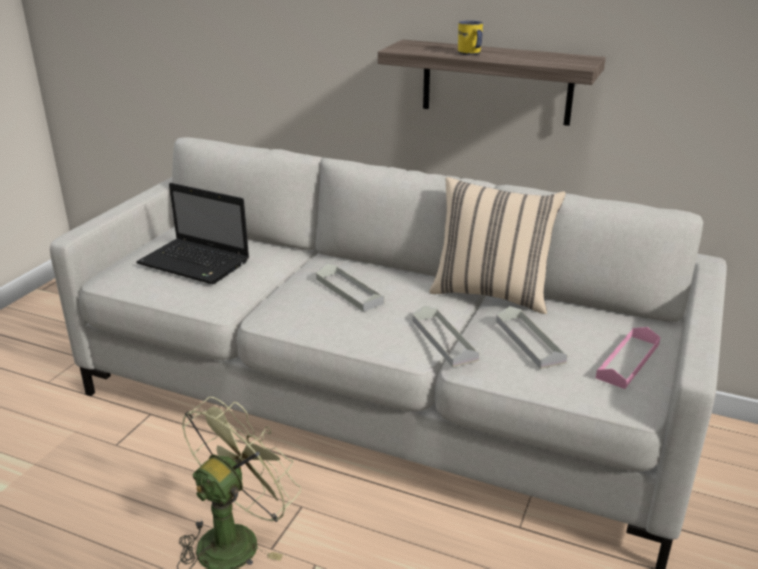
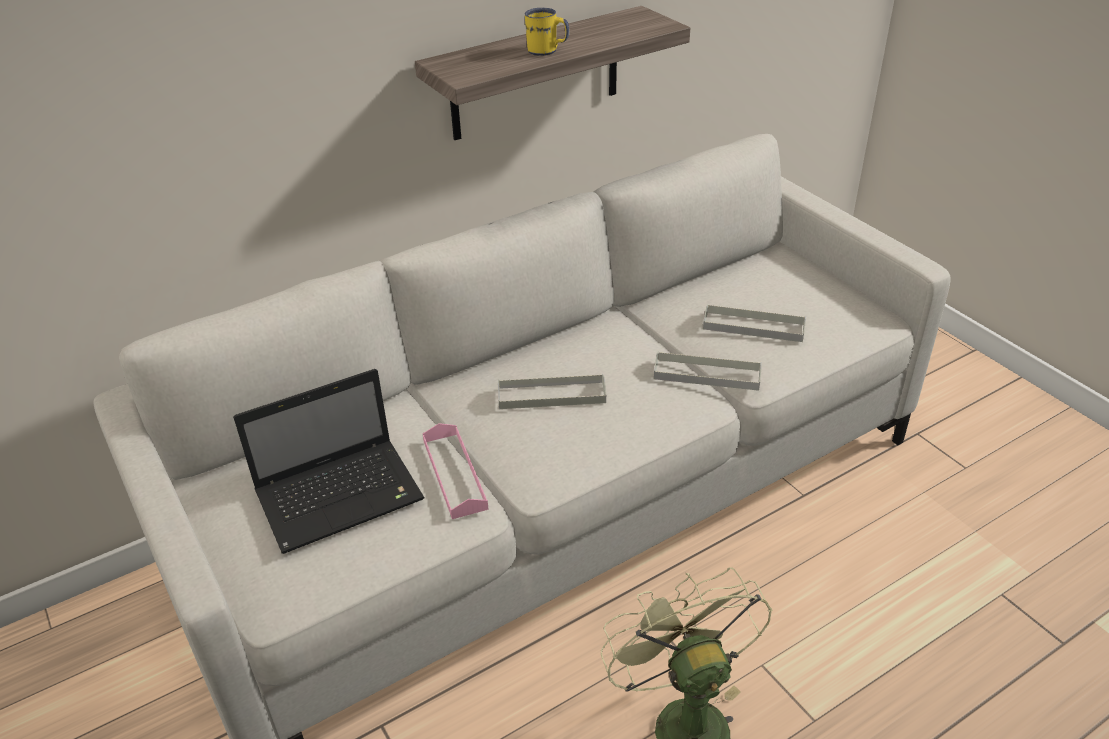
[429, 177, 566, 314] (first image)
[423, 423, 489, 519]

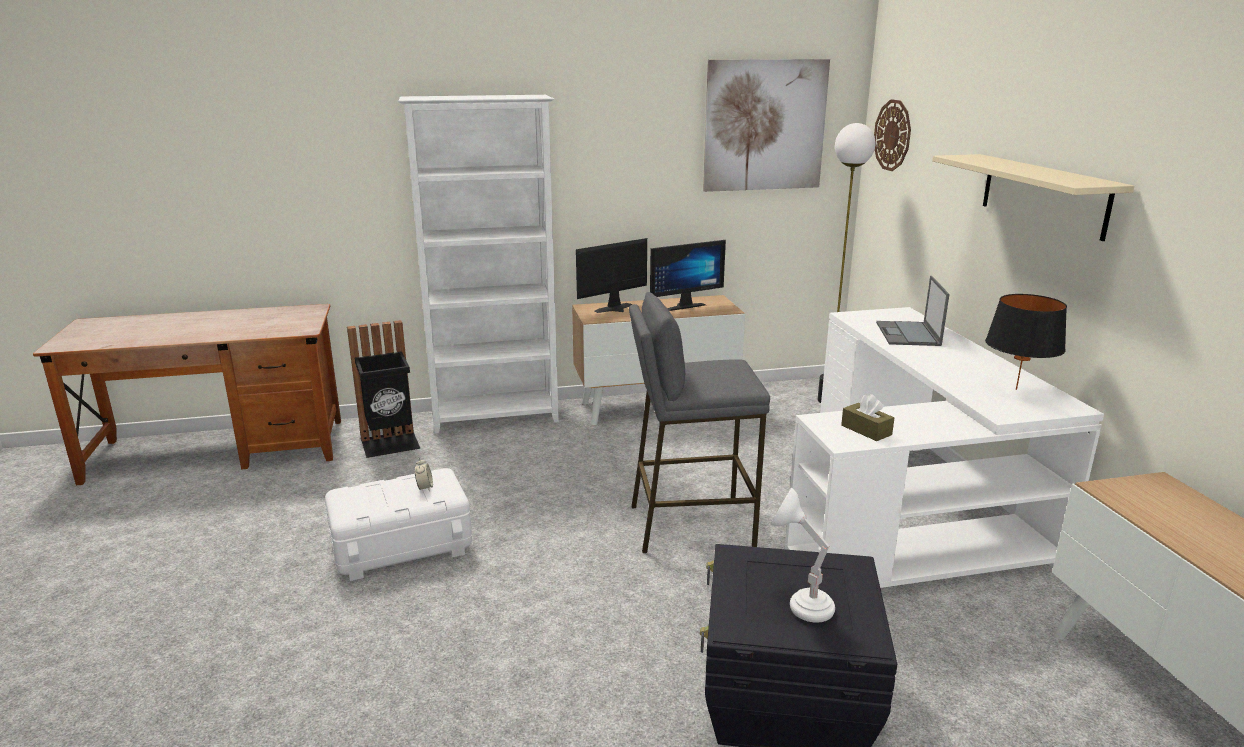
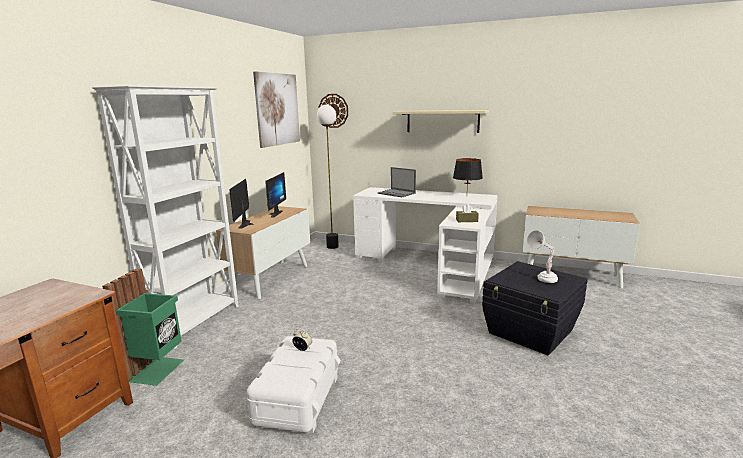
[629, 292, 770, 553] (first image)
[102, 268, 184, 386]

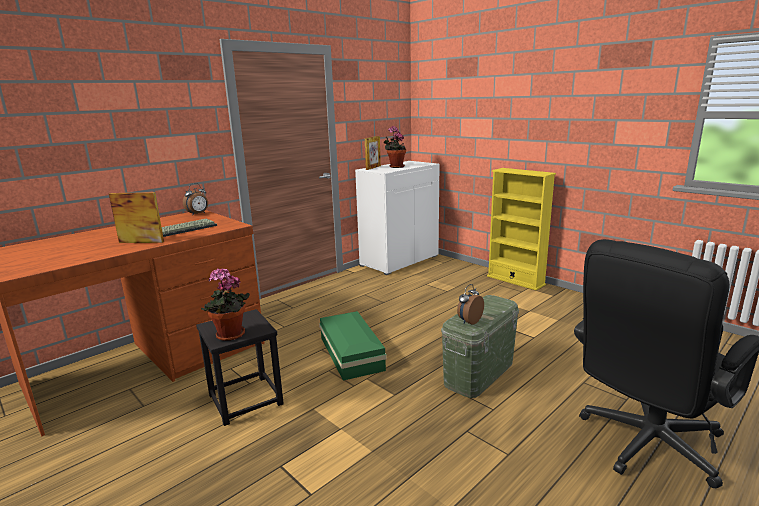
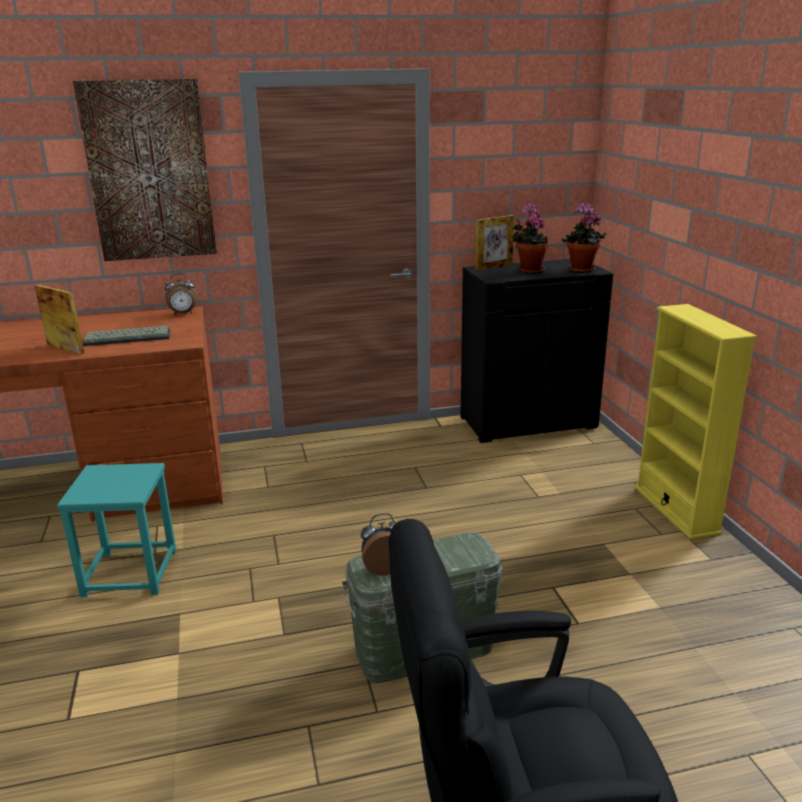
[460, 259, 613, 443]
[562, 203, 606, 273]
[57, 463, 176, 597]
[319, 311, 387, 381] (first image)
[73, 79, 217, 261]

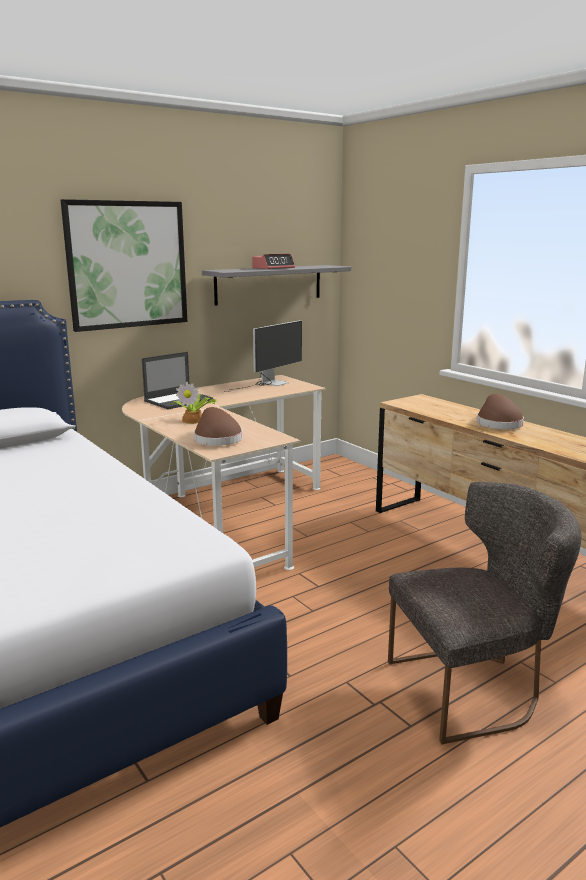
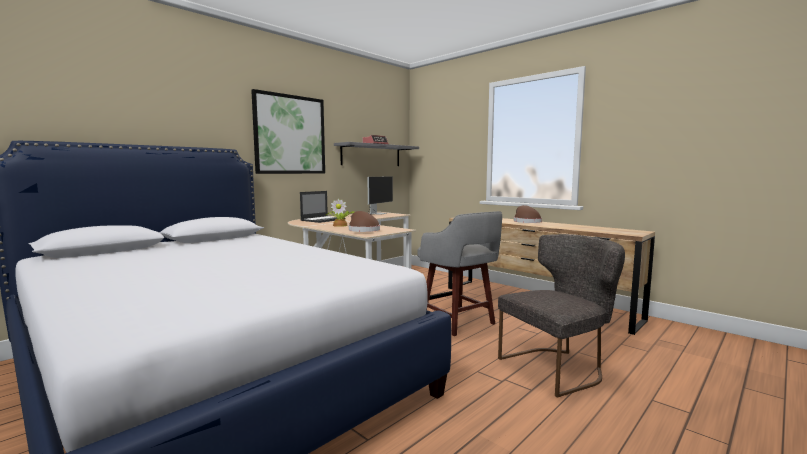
[417, 211, 502, 336]

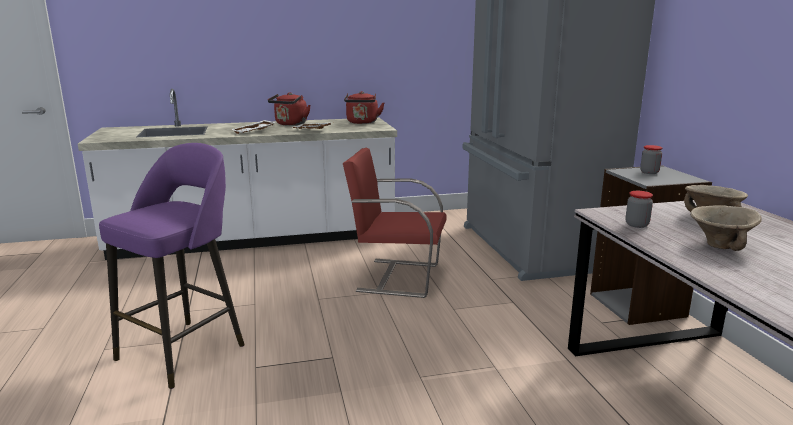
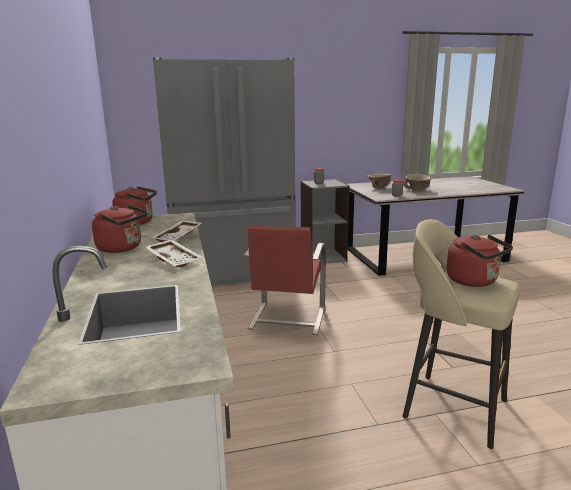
[402, 219, 520, 449]
[446, 235, 513, 287]

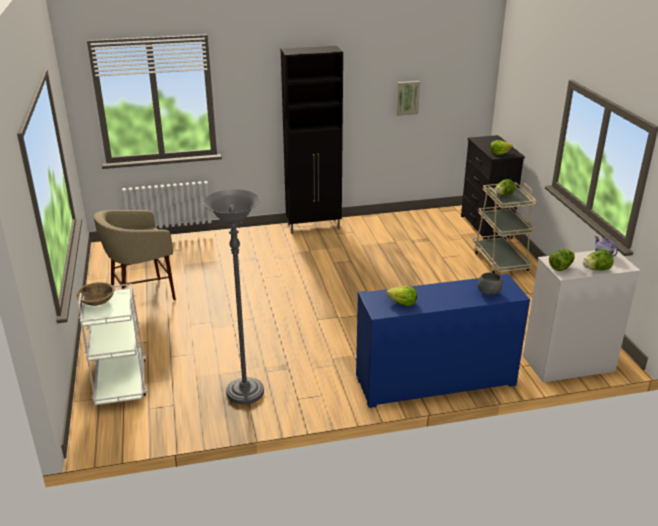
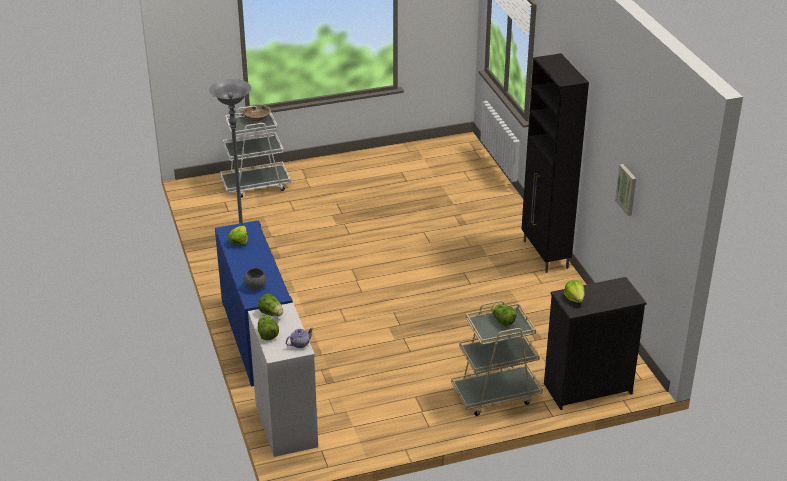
[94, 210, 176, 300] (first image)

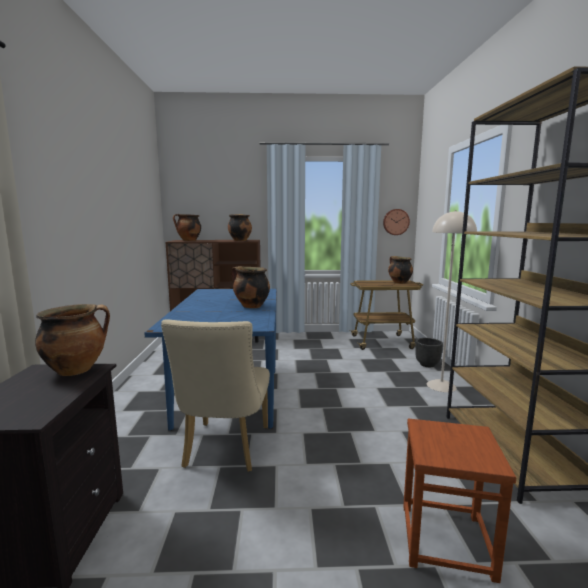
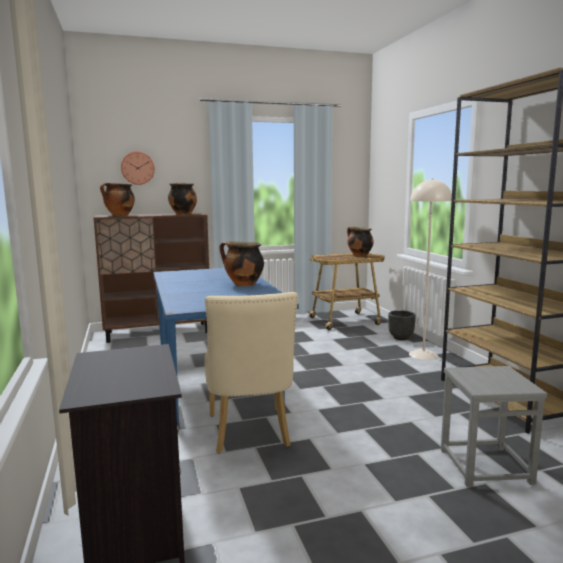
[121, 152, 155, 185]
[35, 304, 110, 376] (first image)
[441, 366, 547, 487]

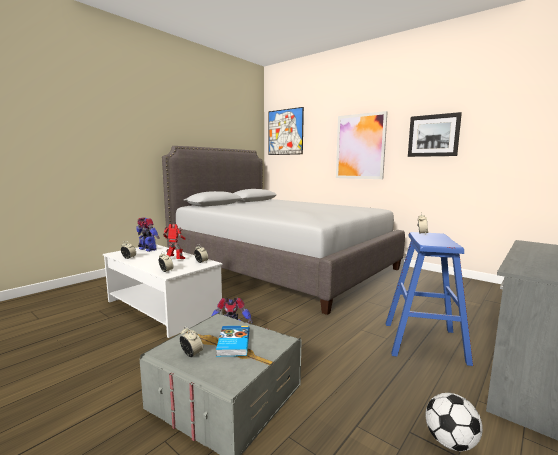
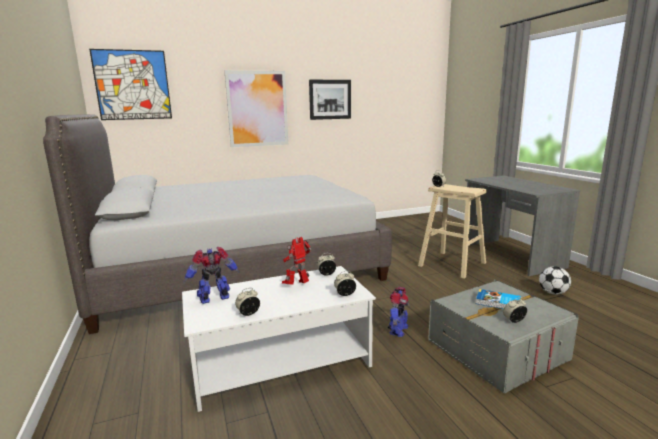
[418, 184, 487, 279]

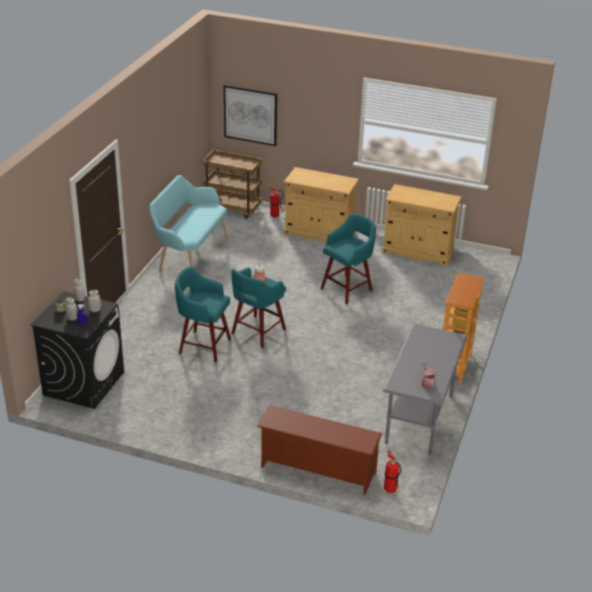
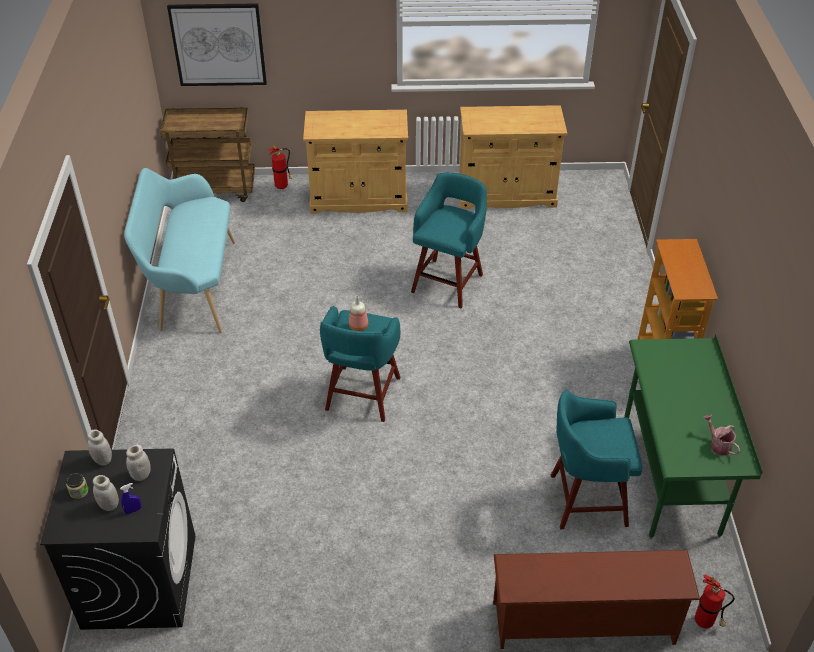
[551, 390, 643, 529]
[624, 334, 763, 539]

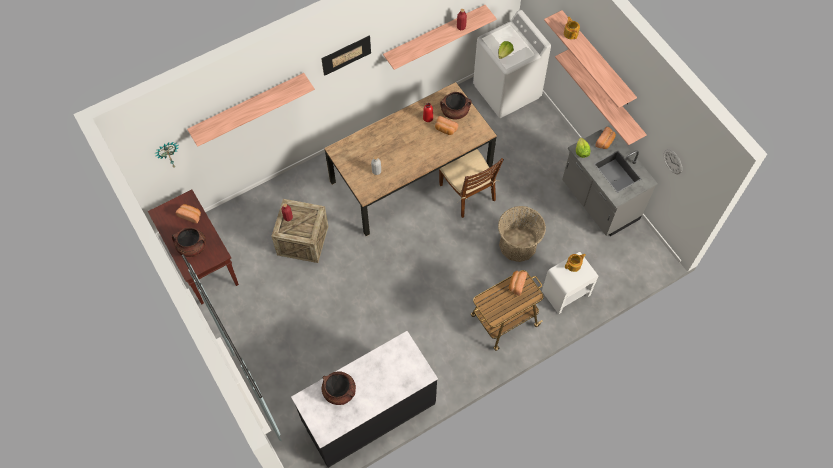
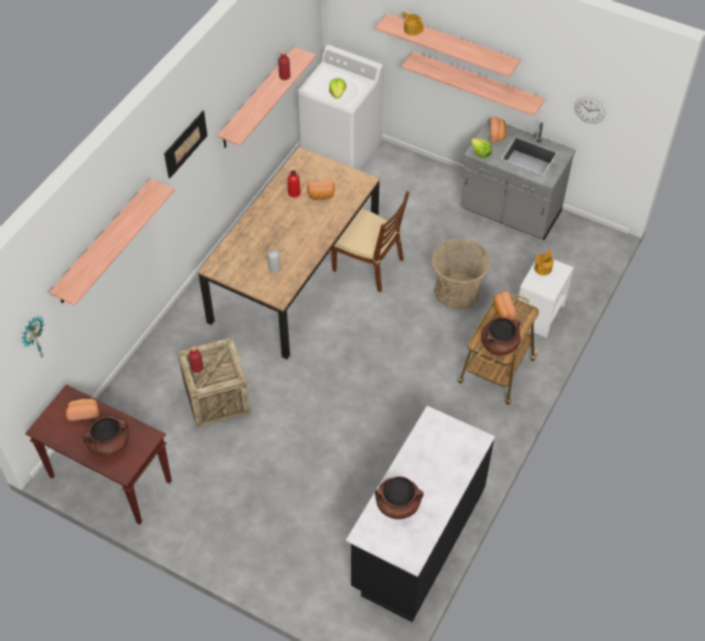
[481, 318, 520, 356]

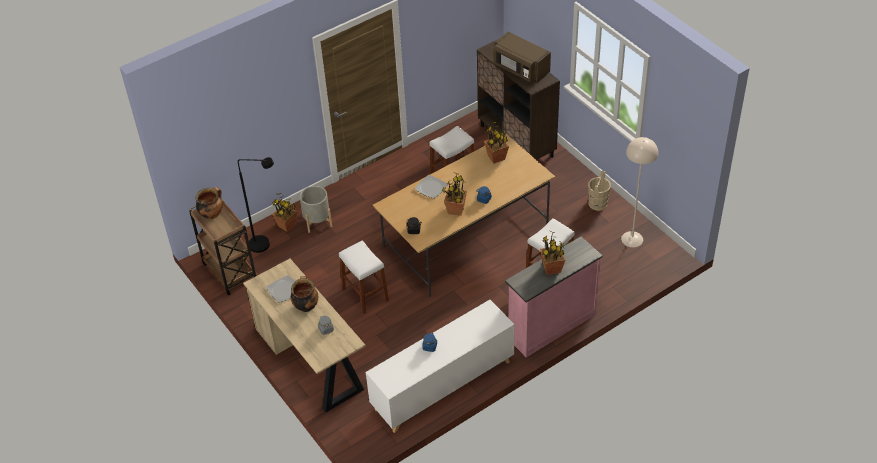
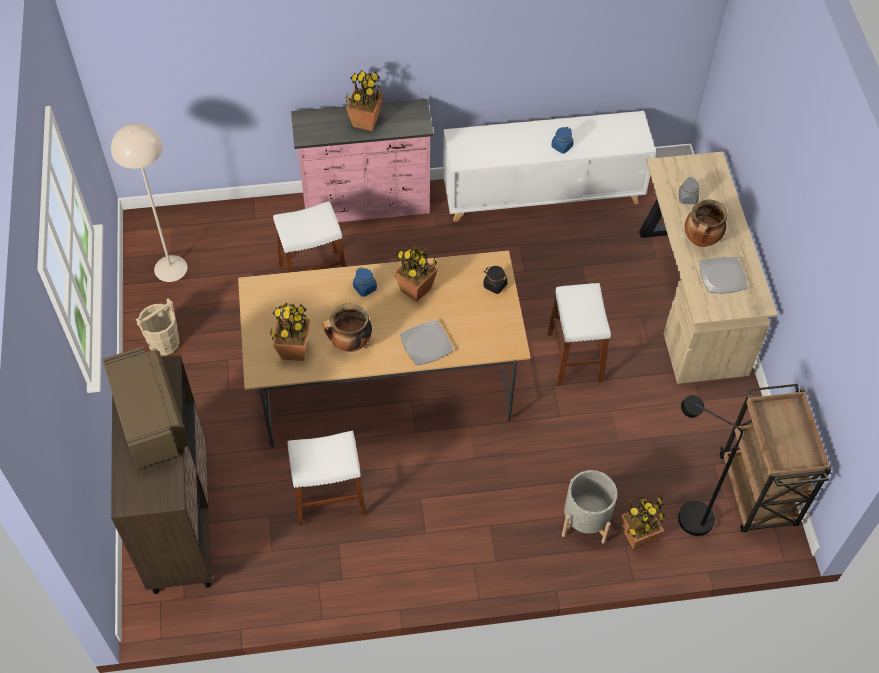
[322, 303, 372, 352]

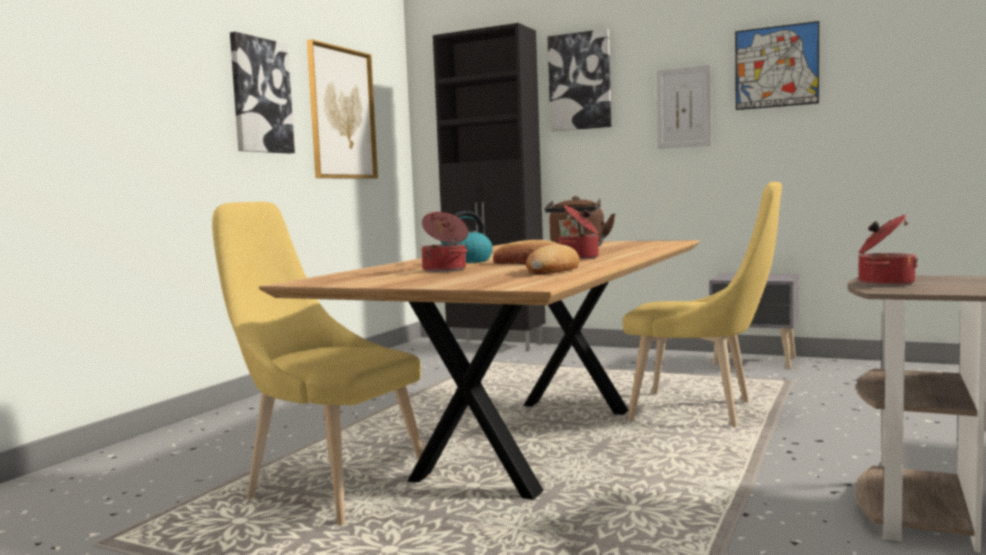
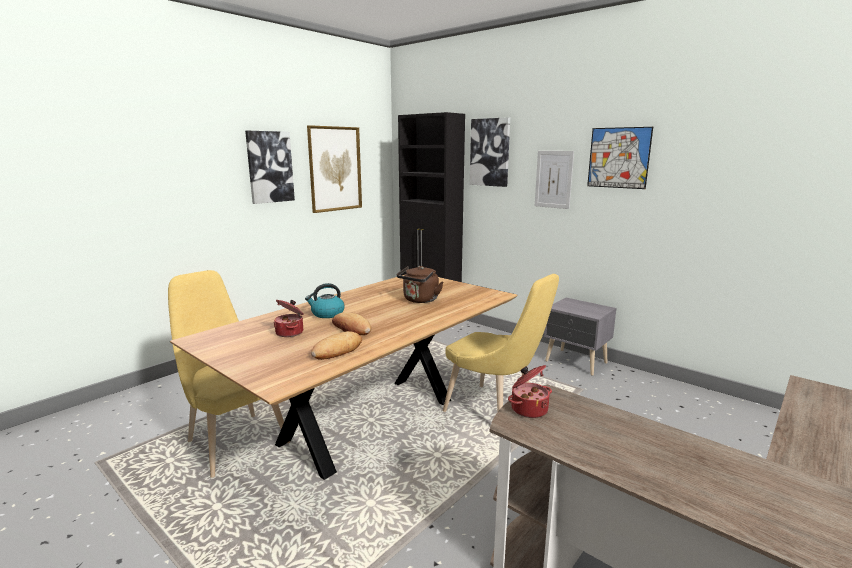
[558, 205, 599, 260] (first image)

